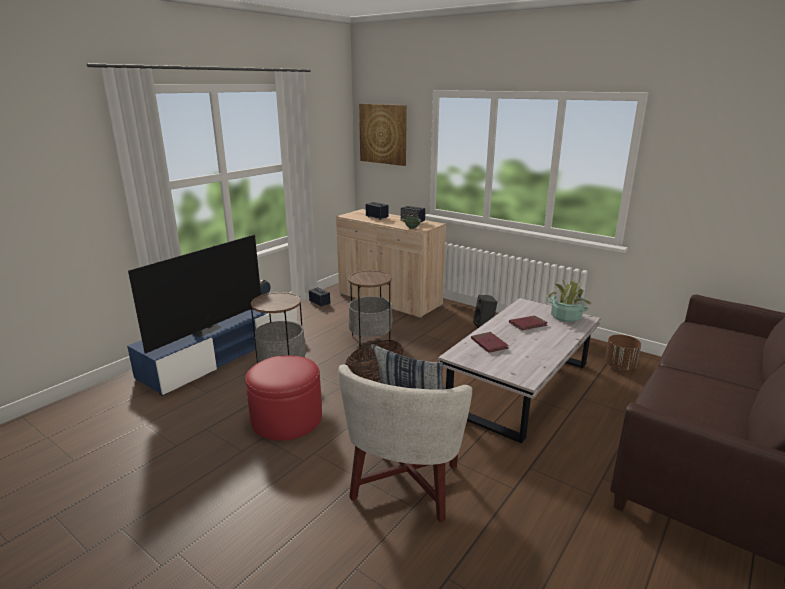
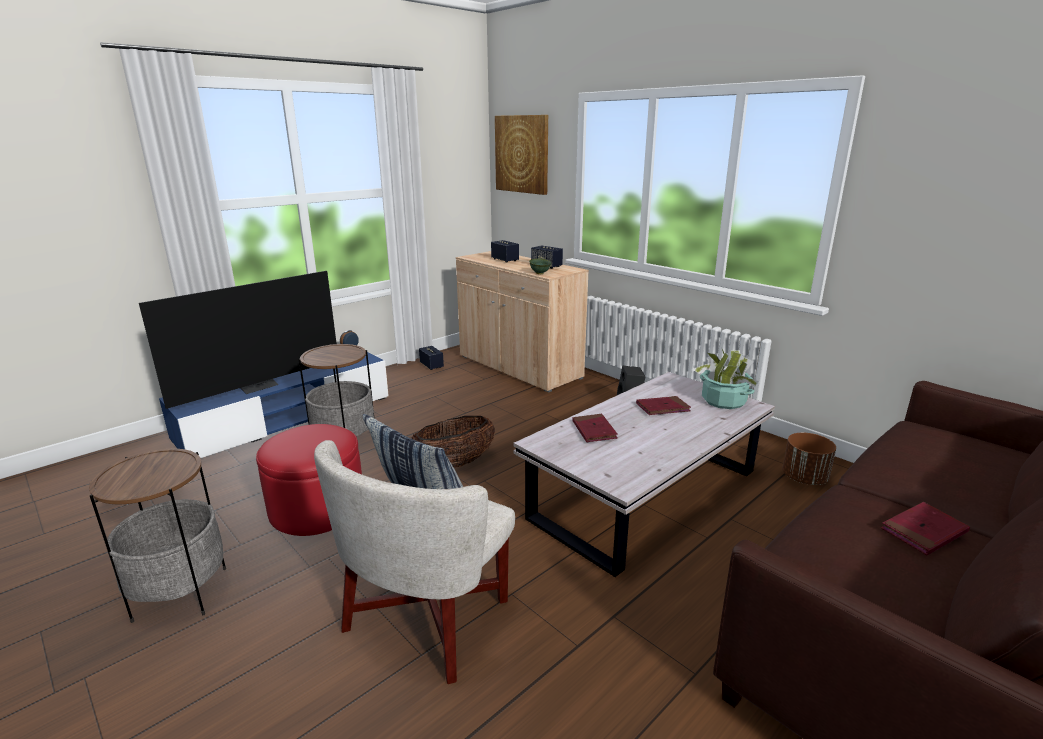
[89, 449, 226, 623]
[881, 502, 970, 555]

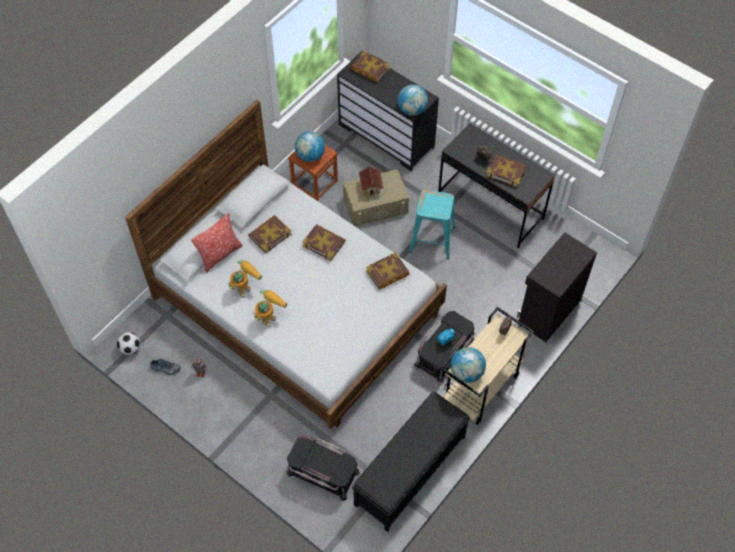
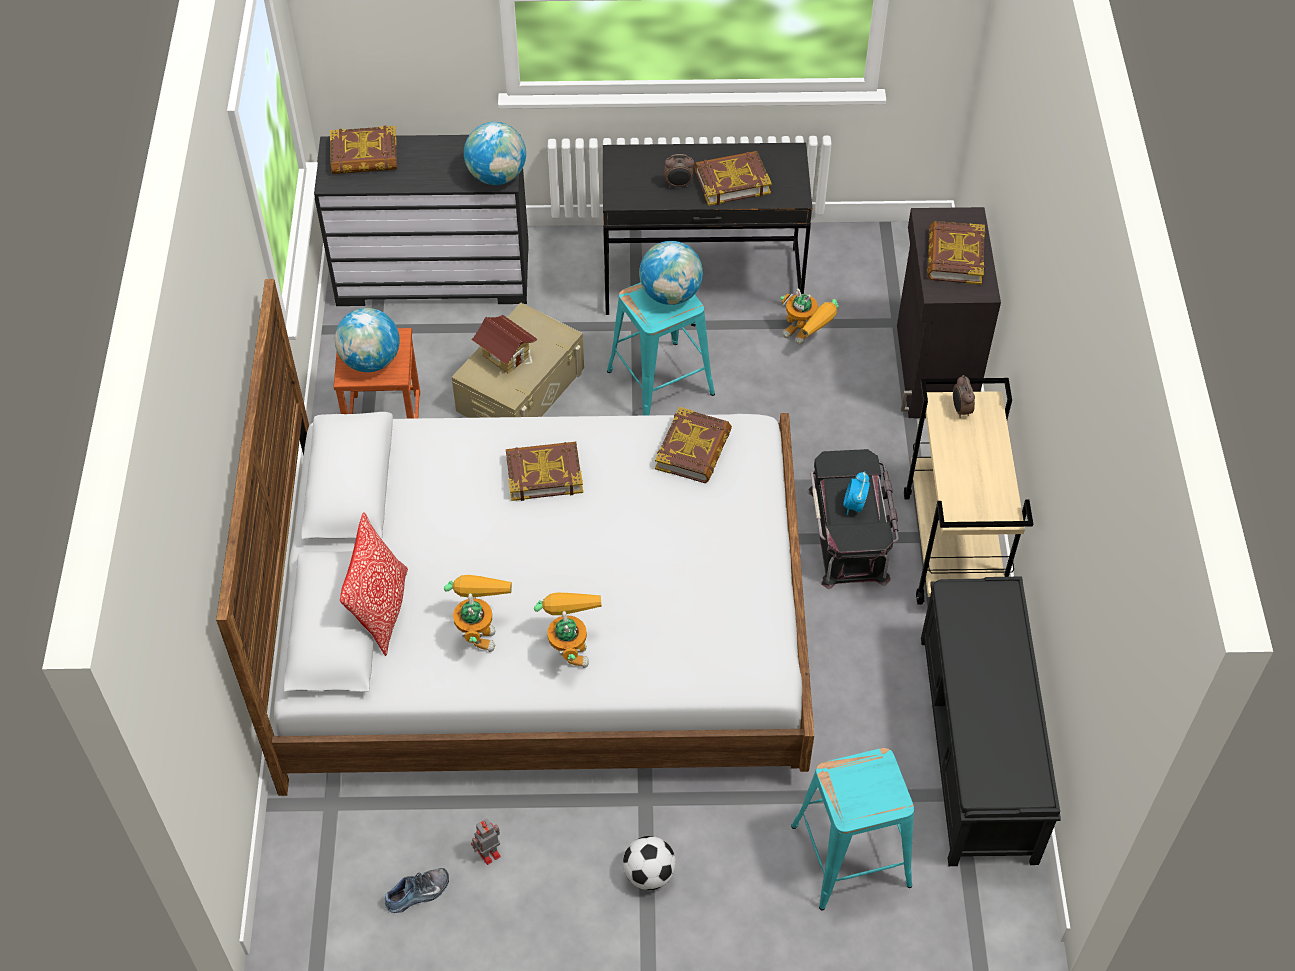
[927, 221, 986, 285]
[623, 836, 676, 890]
[639, 241, 703, 305]
[791, 748, 914, 910]
[780, 289, 839, 345]

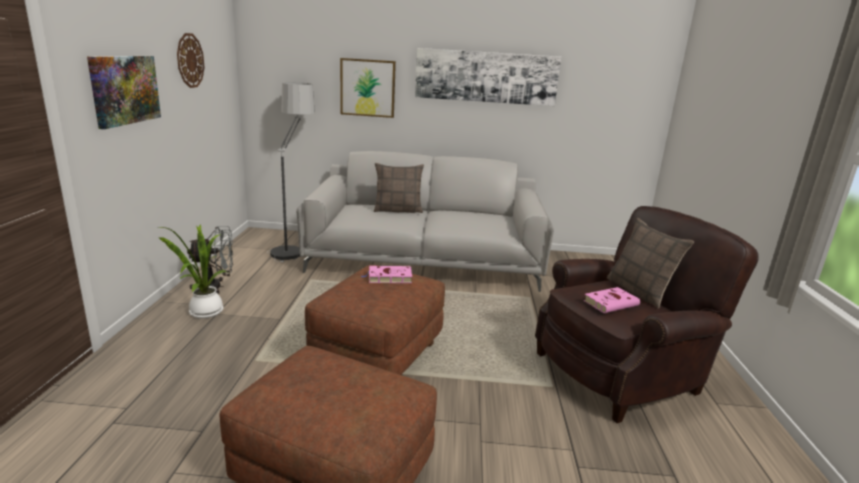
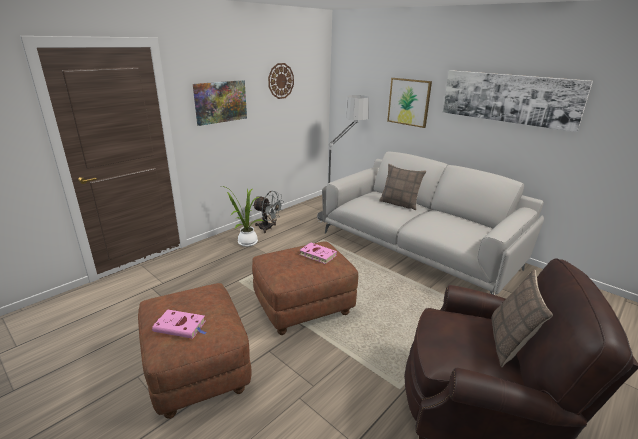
[152, 310, 206, 339]

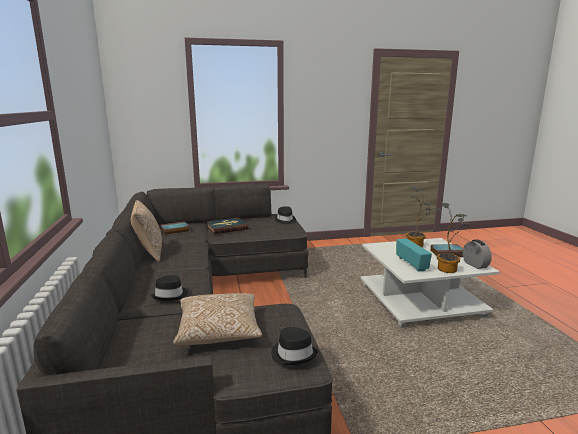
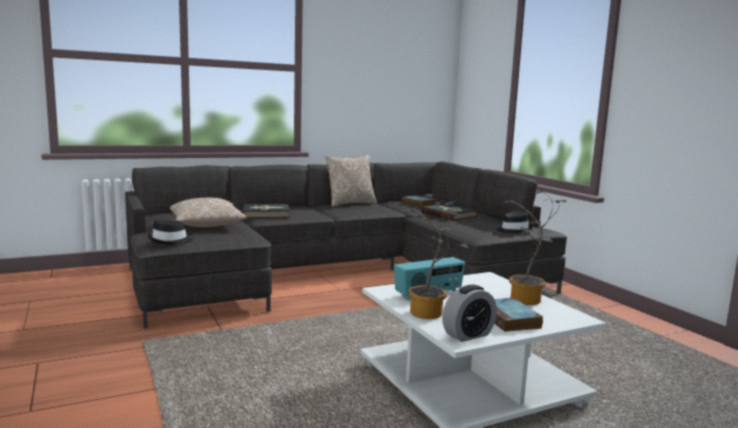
[243, 204, 290, 218]

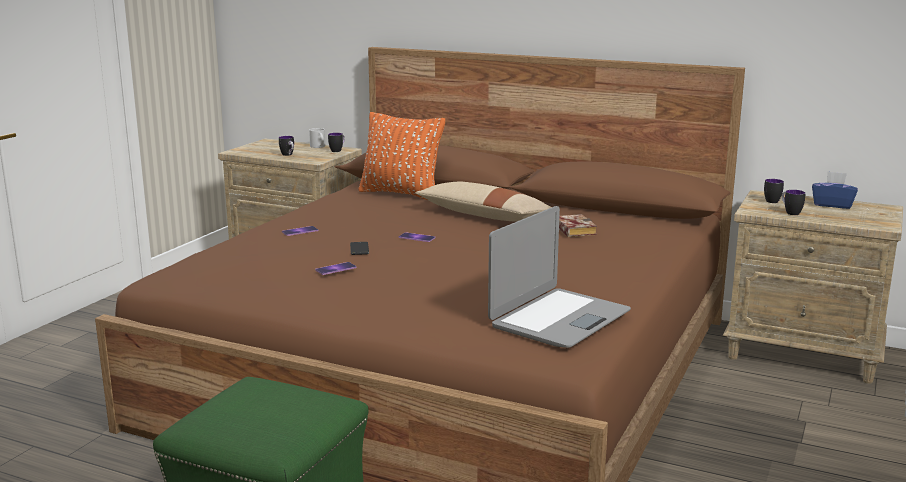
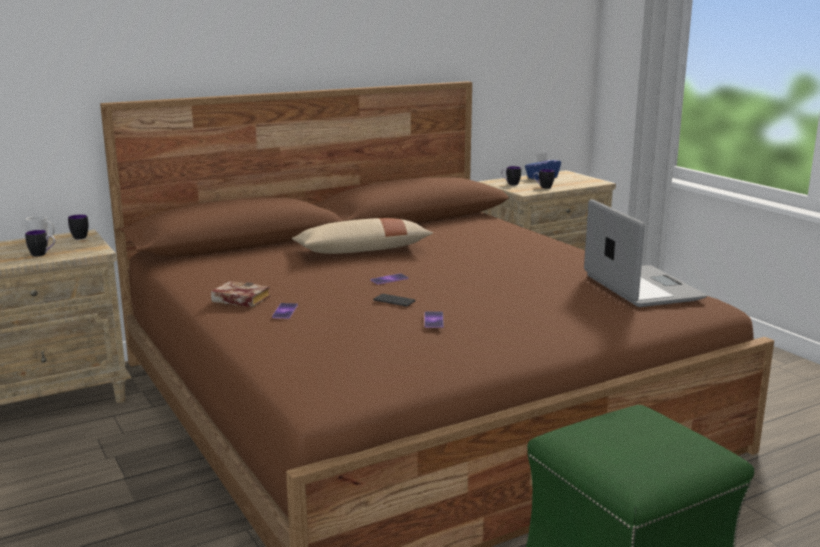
[359, 112, 445, 200] (first image)
[211, 281, 270, 308]

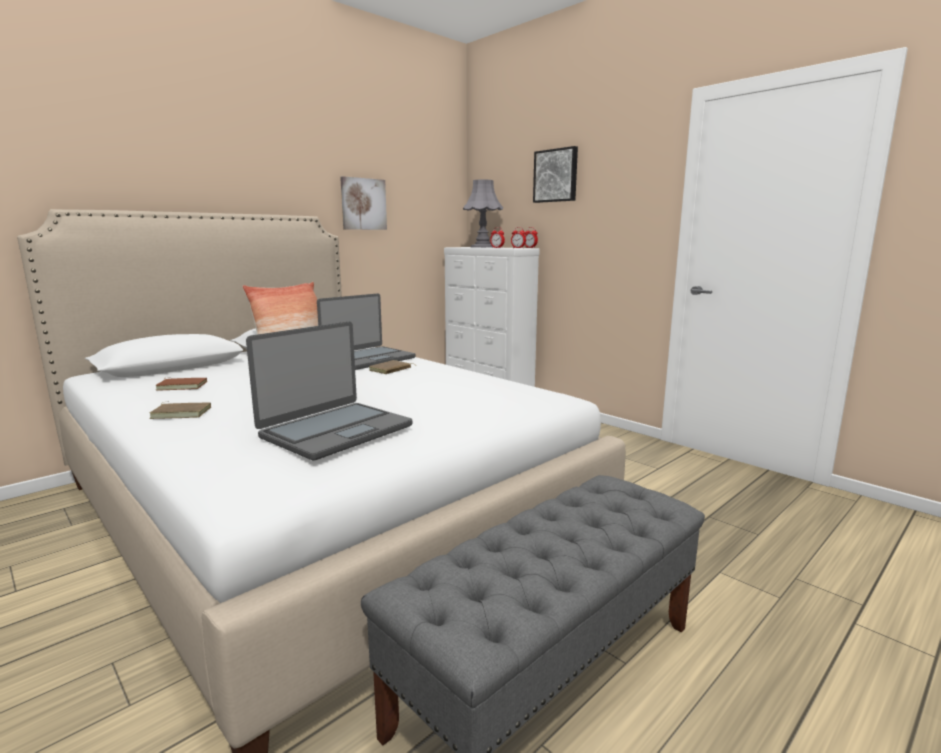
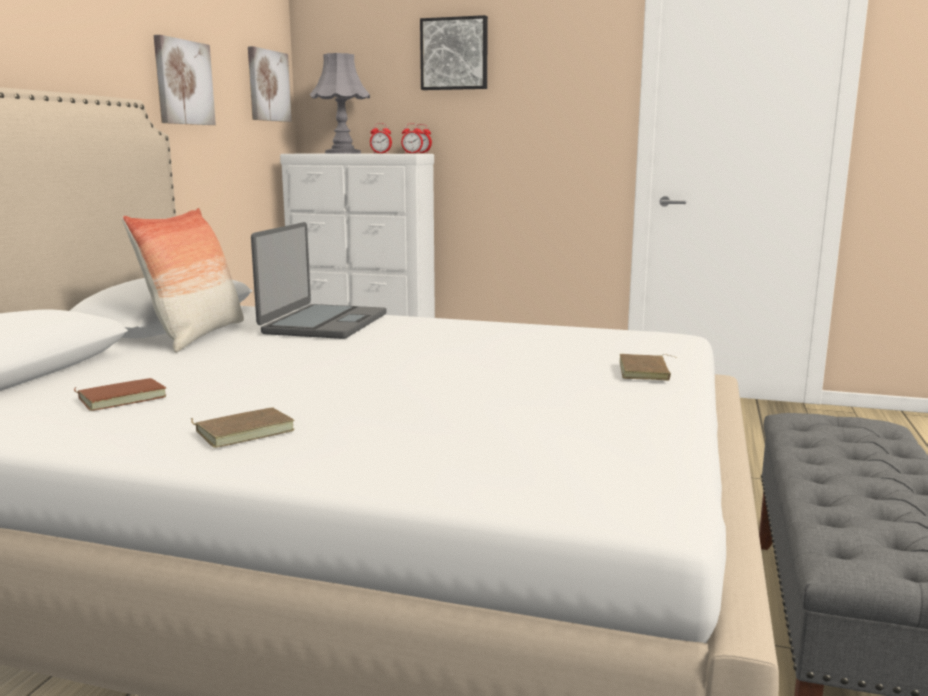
[246, 321, 412, 461] (first image)
[620, 354, 676, 381]
[248, 46, 292, 122]

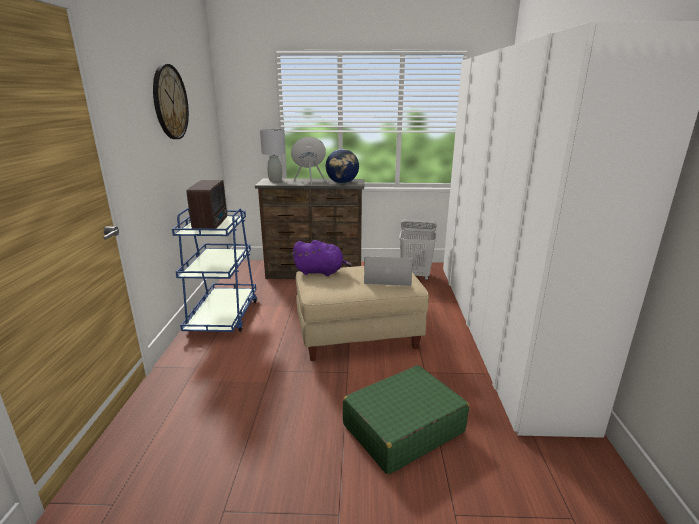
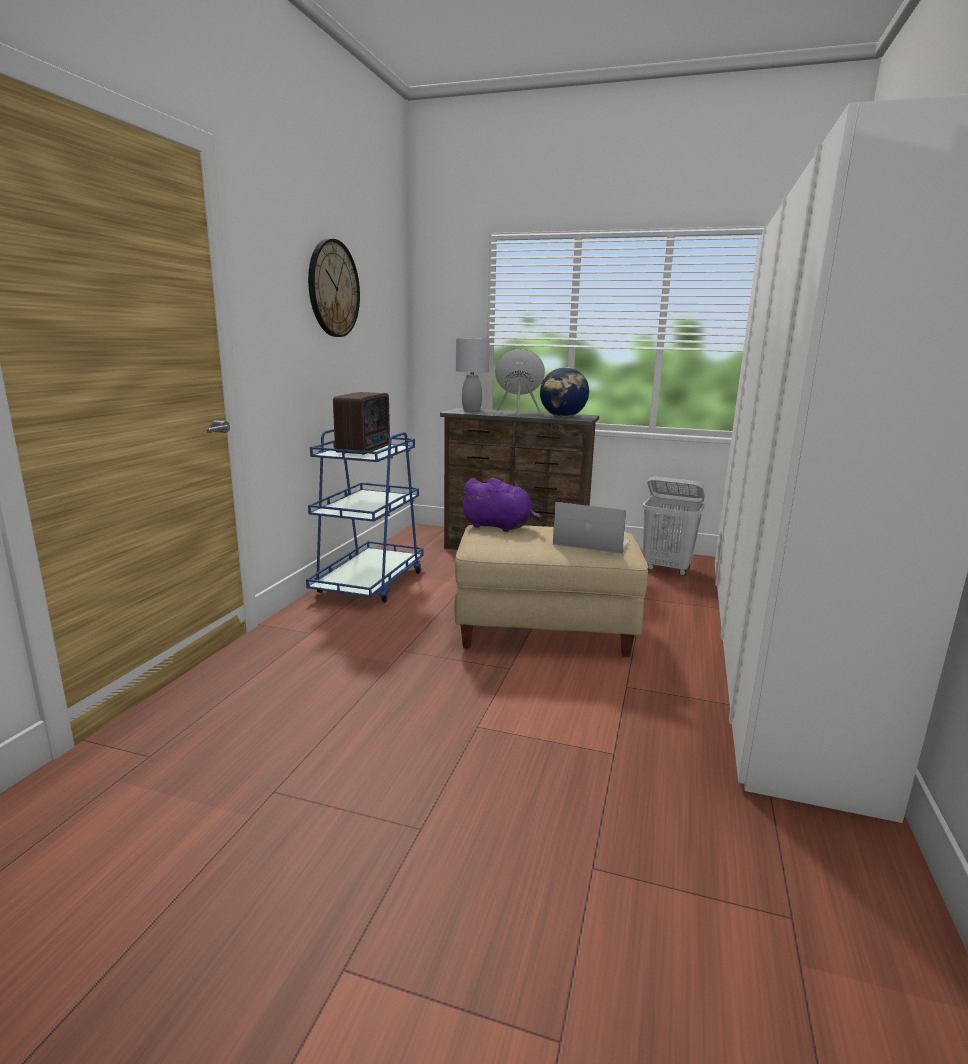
[343, 365, 469, 474] (first image)

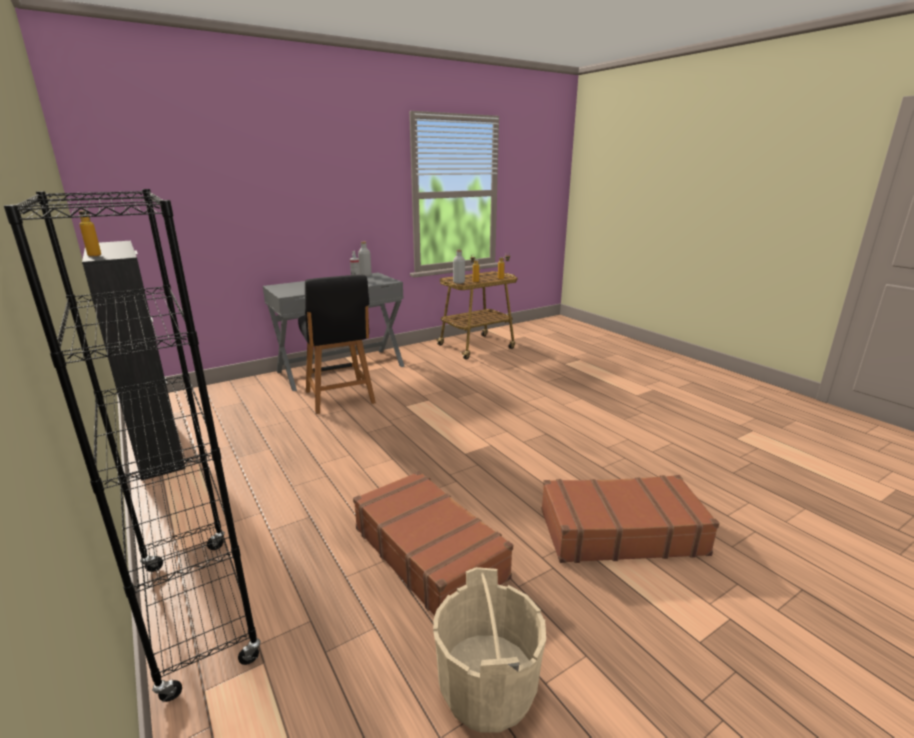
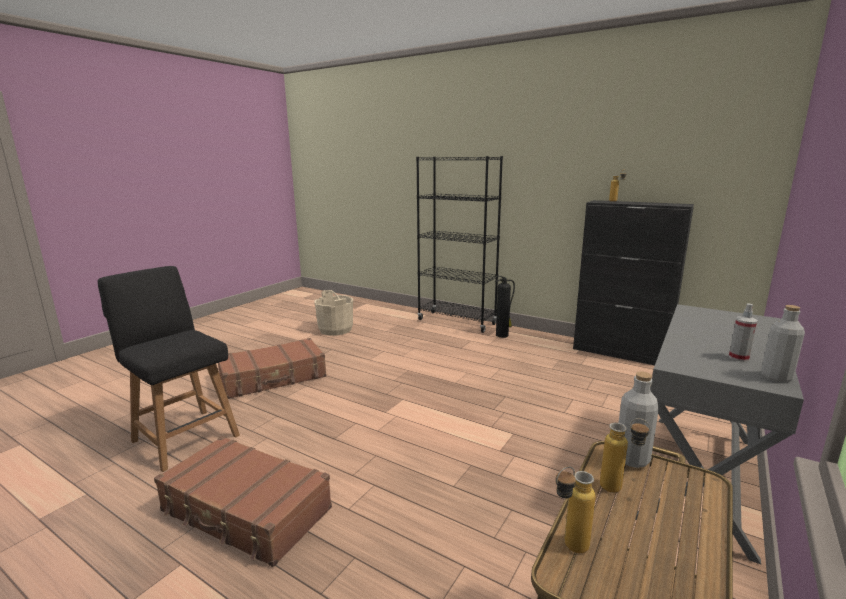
[98, 266, 240, 472]
[154, 436, 332, 567]
[495, 276, 515, 338]

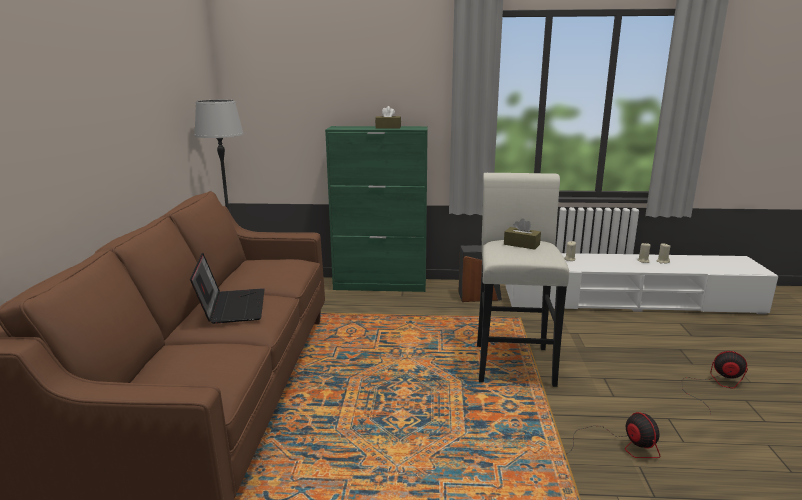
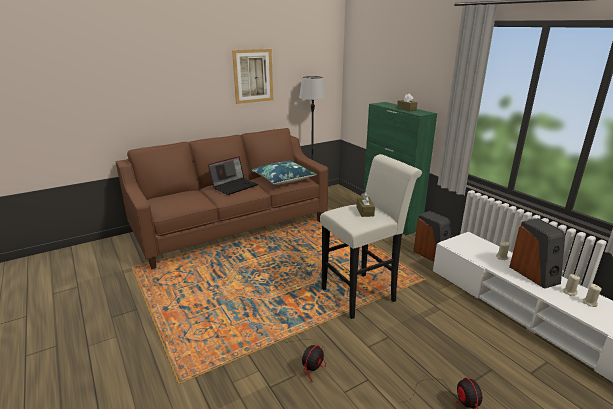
[232, 49, 273, 104]
[252, 161, 317, 185]
[509, 218, 565, 289]

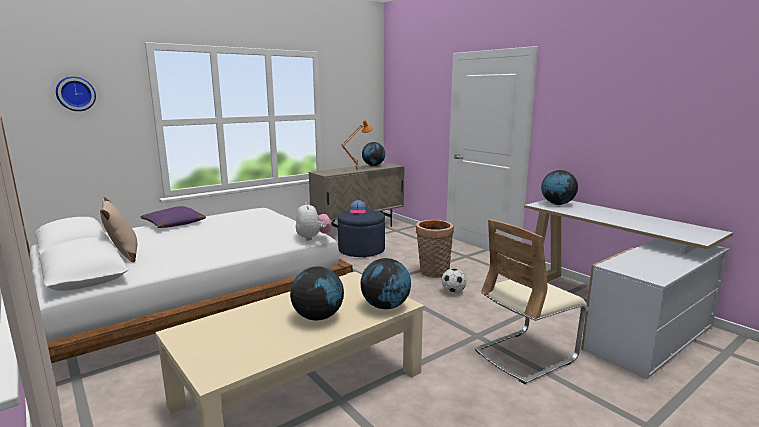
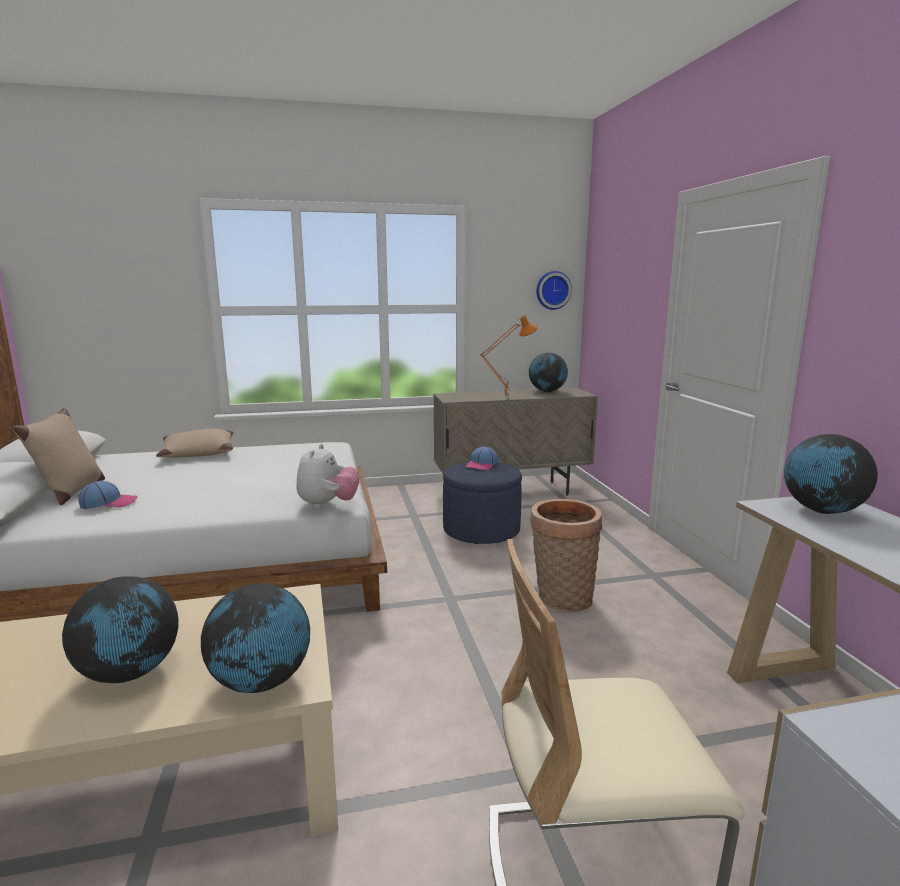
[536, 271, 572, 310]
[156, 429, 233, 457]
[442, 268, 467, 293] (first image)
[78, 481, 137, 509]

